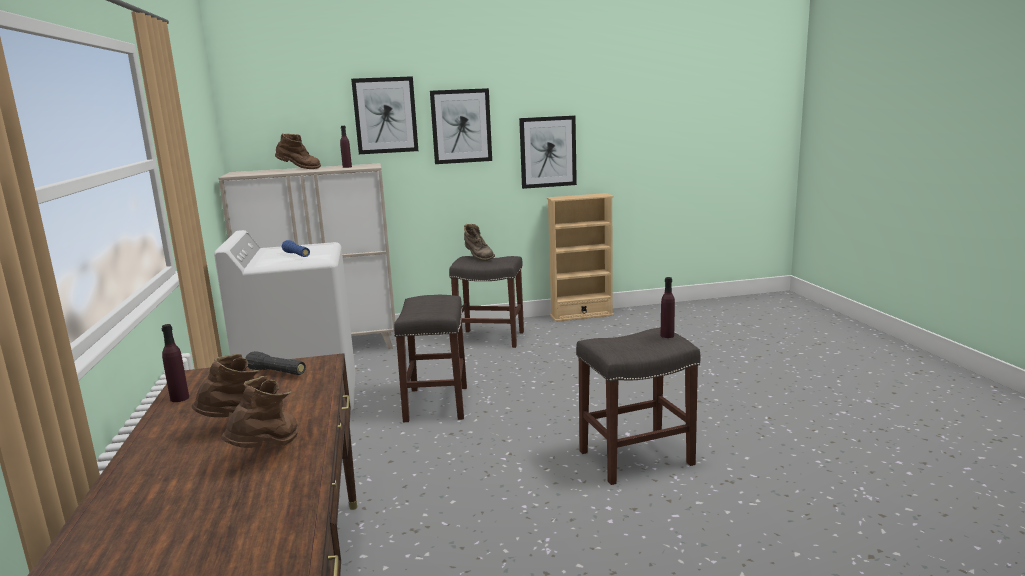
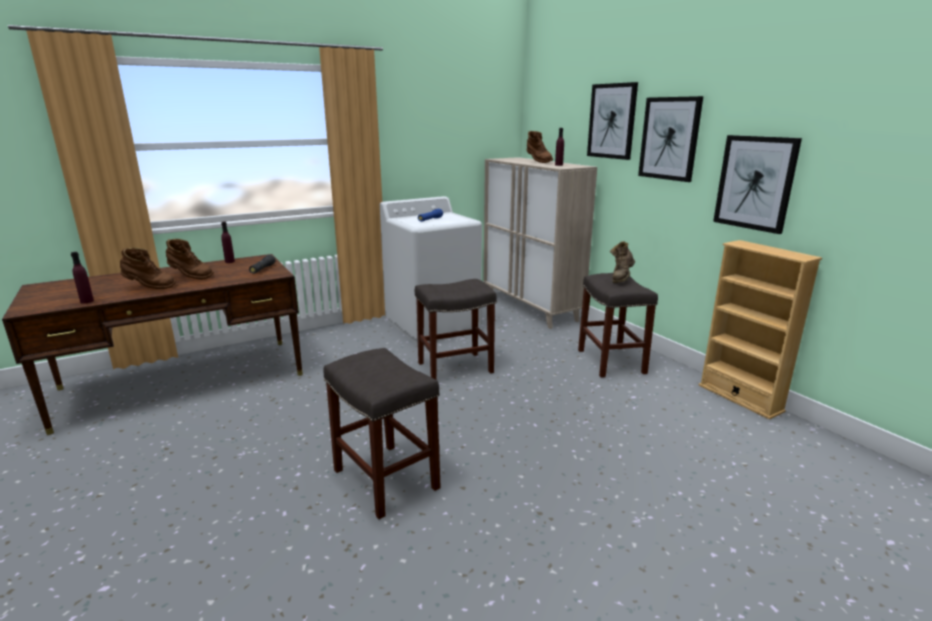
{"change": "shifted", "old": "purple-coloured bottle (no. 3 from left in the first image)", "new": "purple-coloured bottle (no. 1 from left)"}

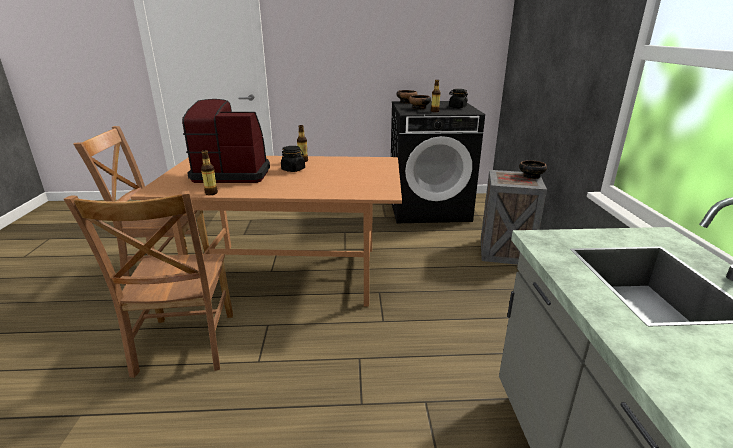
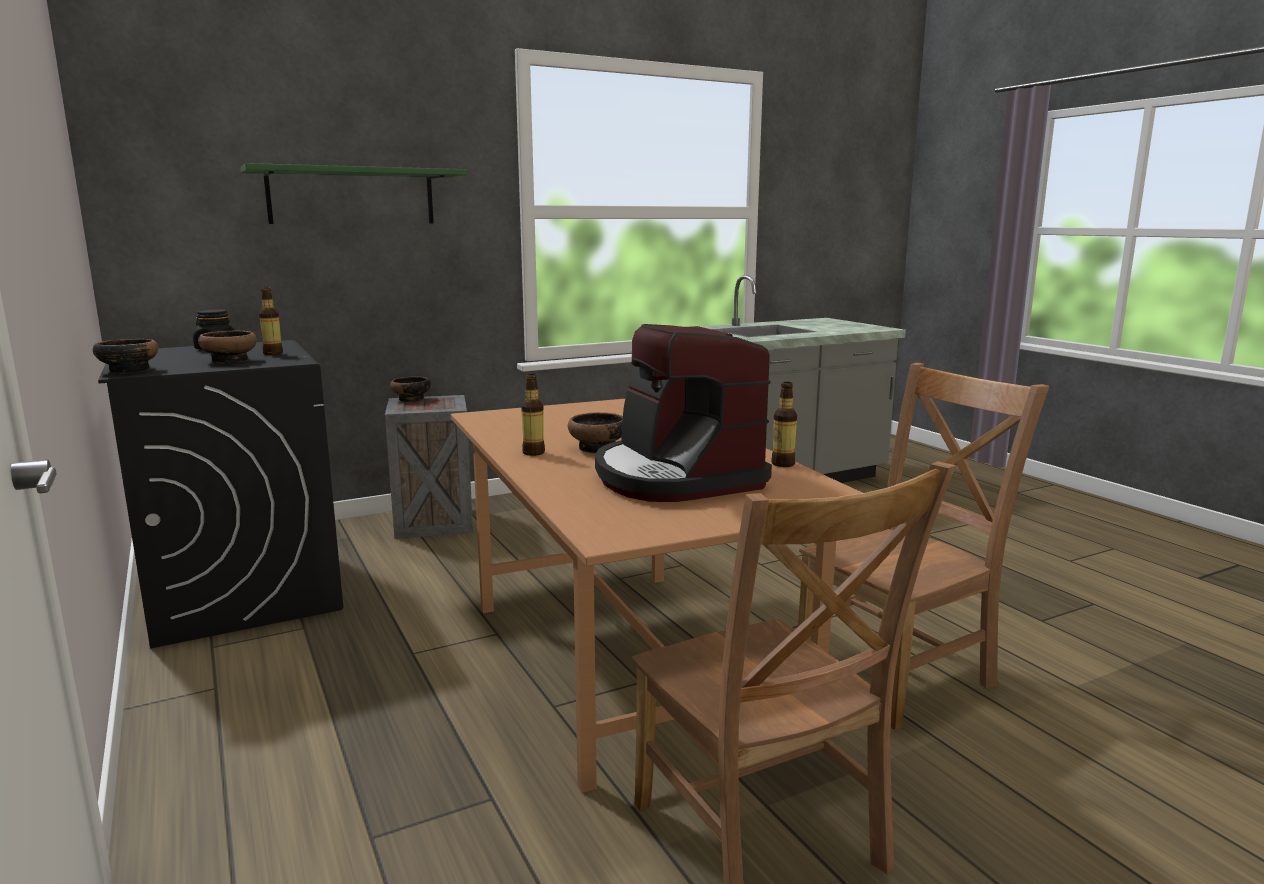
{"change": "swapped", "old": "black storage jar (no. 1 from left)", "new": "serving bowl (no. 4 from left)"}
{"change": "new", "new": "greenish shelf"}

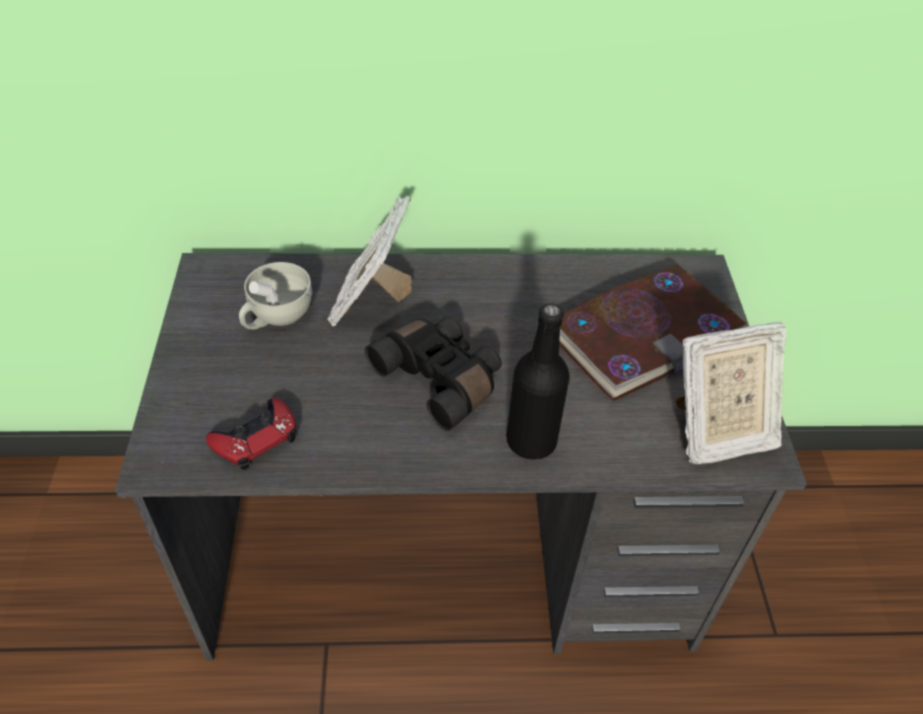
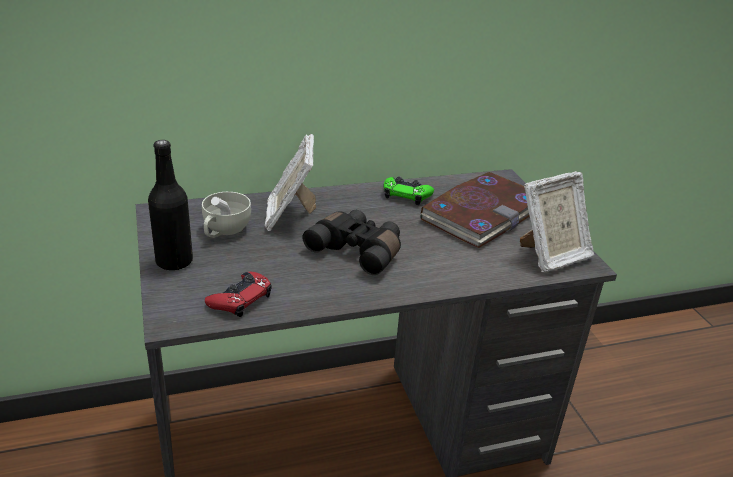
{"change": "shifted", "old": "black bottle"}
{"change": "new", "new": "greenish joypad"}

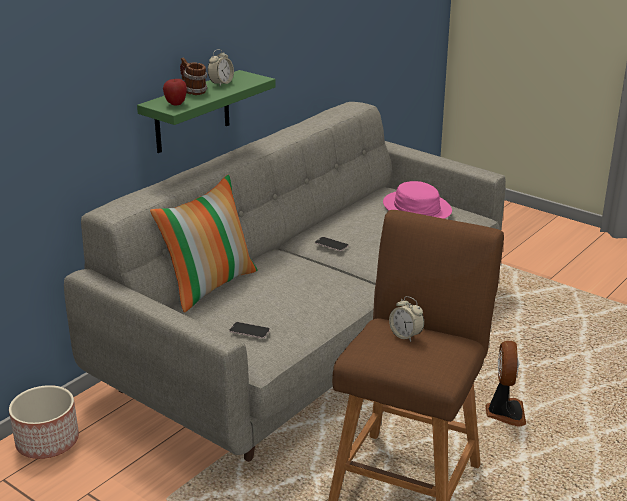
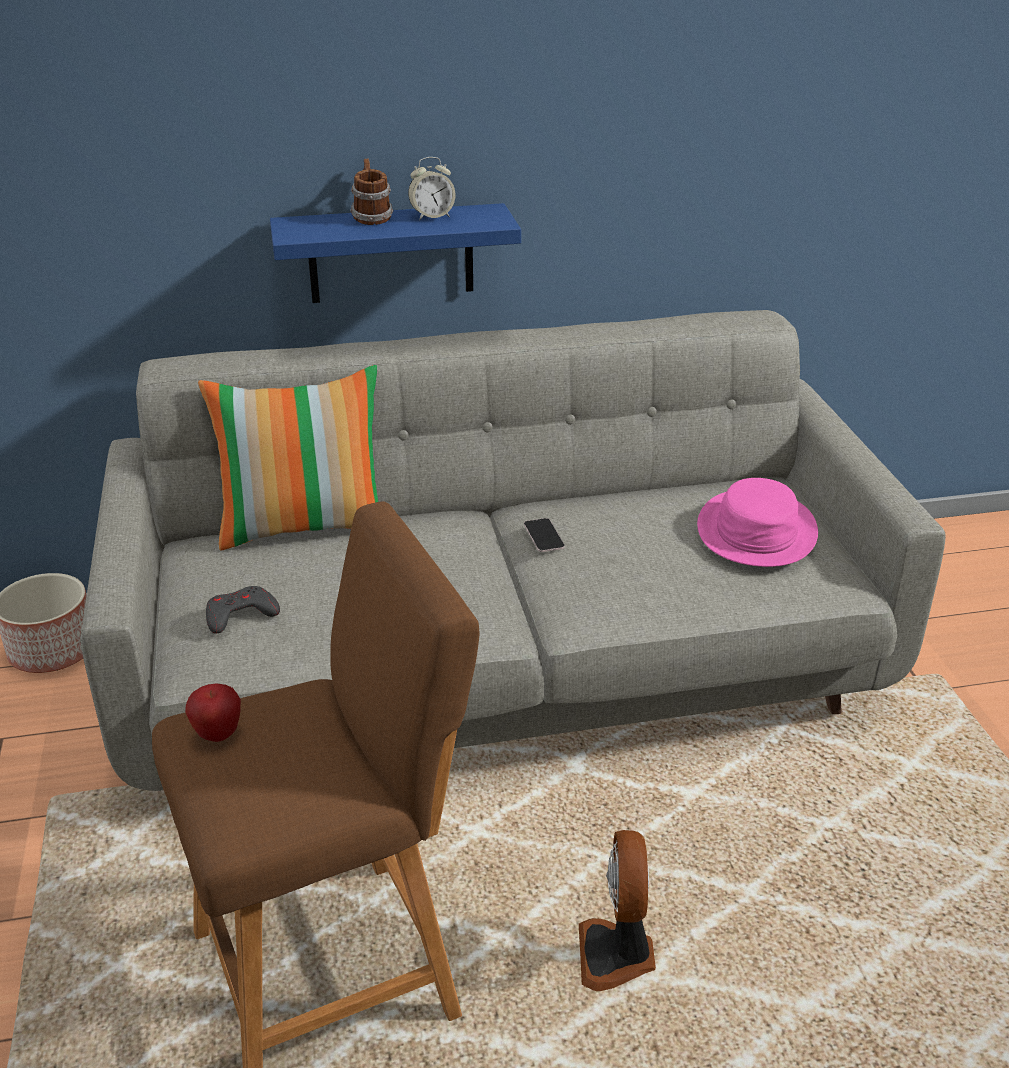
{"change": "repainted", "old": "greenish shelf", "new": "bluish shelf"}
{"change": "shifted", "old": "apple"}
{"change": "gone", "old": "alarm clock (no. 2 from left)"}
{"change": "swapped", "old": "handset (no. 1 from left)", "new": "greyish joypad"}
{"change": "rotated", "old": "fan", "degrees": 135}

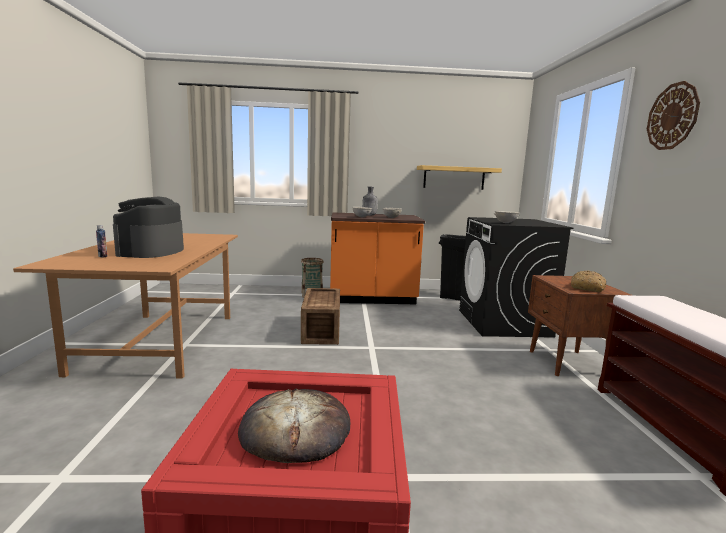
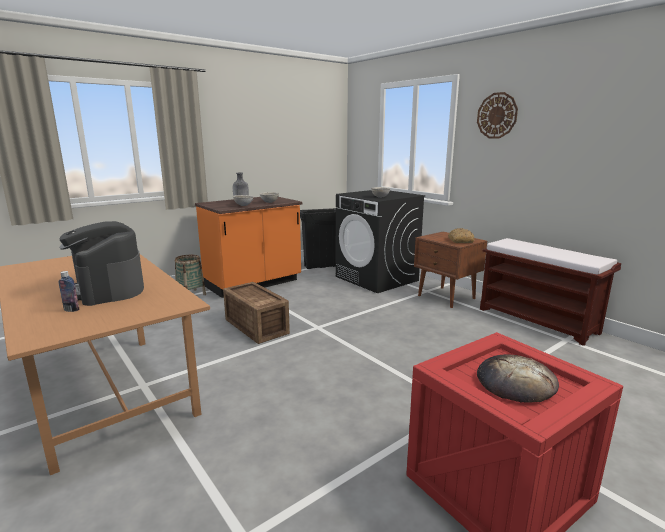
{"change": "gone", "old": "shelf"}

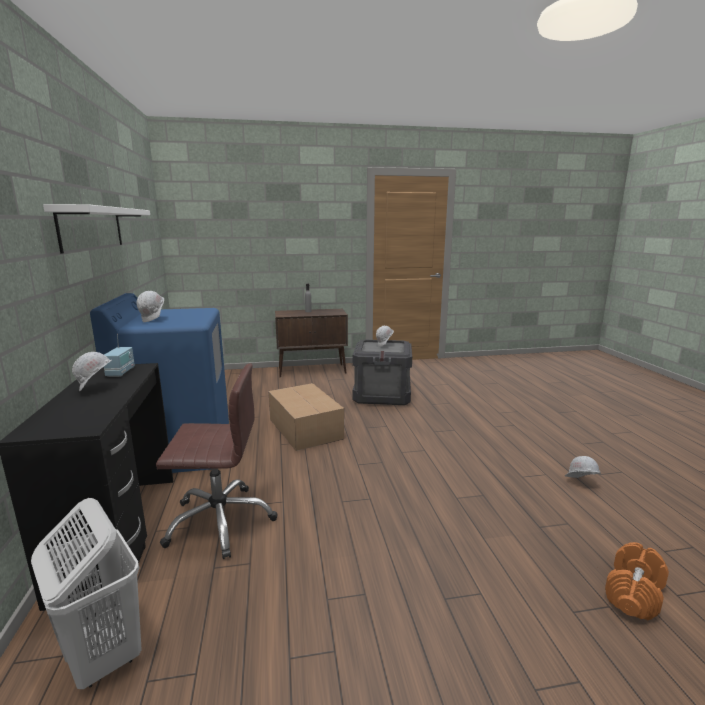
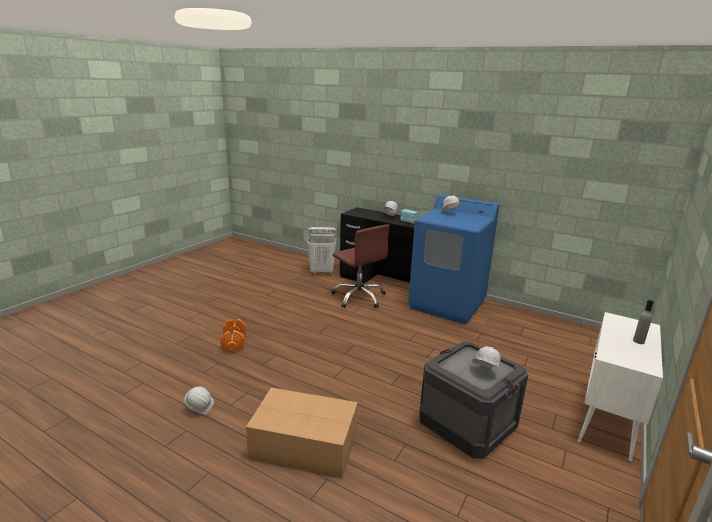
{"change": "gone", "old": "whitish shelf"}
{"change": "repainted", "old": "brown-coloured storage cabinet", "new": "whitish storage cabinet"}
{"change": "rotated", "old": "brown-coloured computer chair", "degrees": -75}
{"change": "shifted", "old": "packing box"}
{"change": "shifted", "old": "orange-coloured dumbbell"}

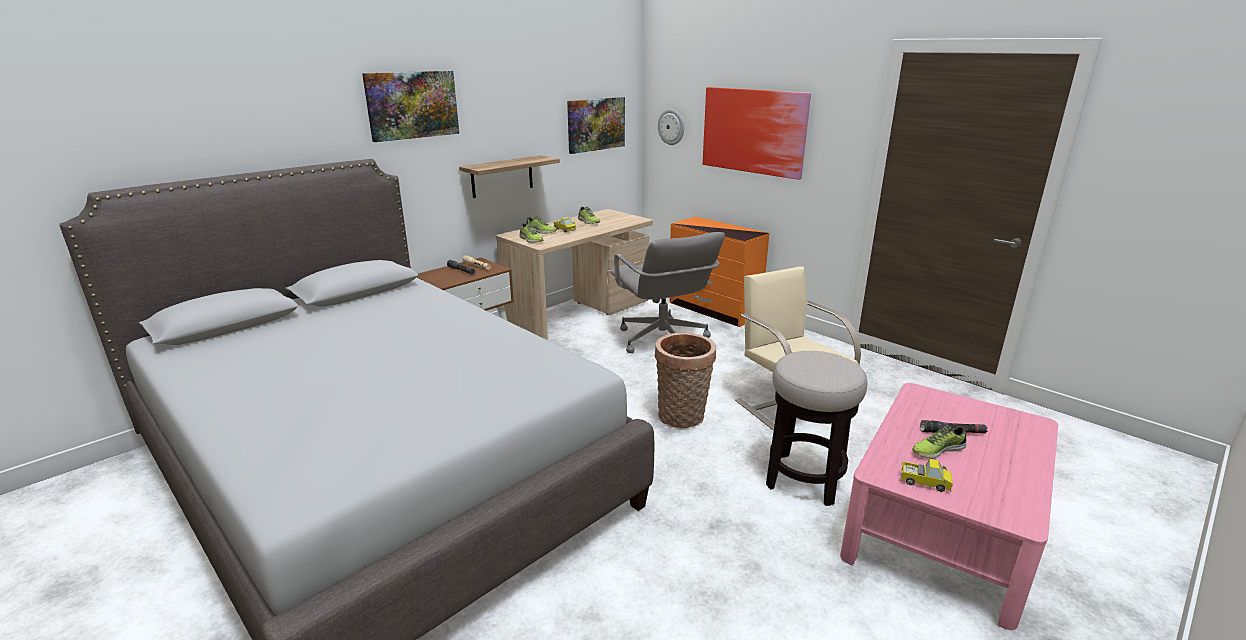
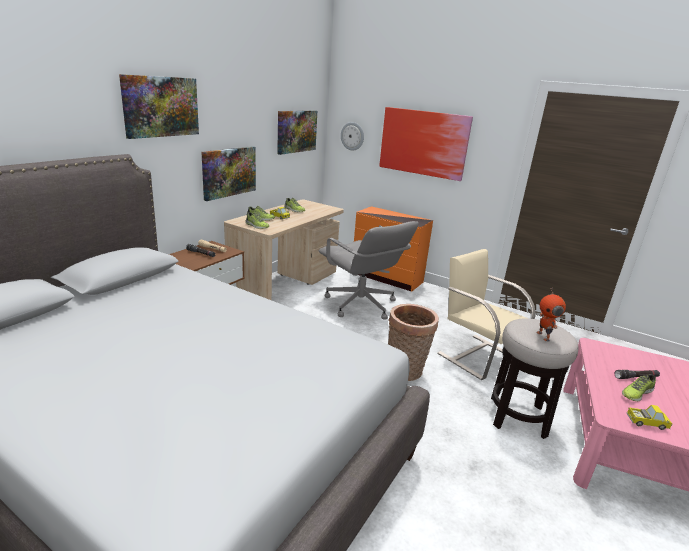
{"change": "swapped", "old": "shelf", "new": "picture (no. 2 from left)"}
{"change": "new", "new": "robot figure"}

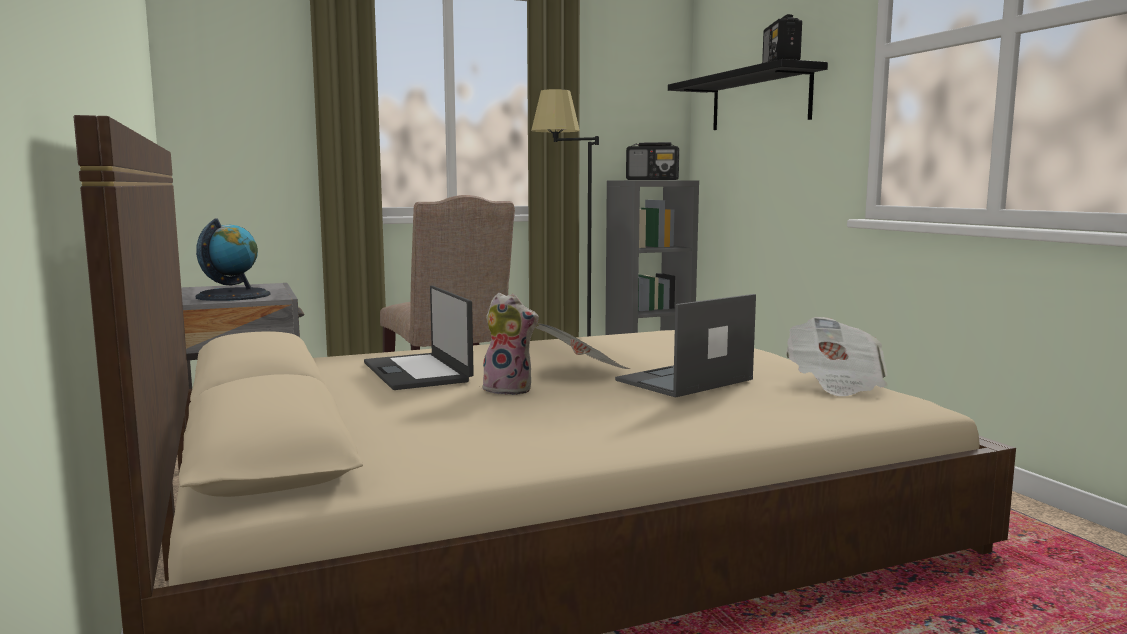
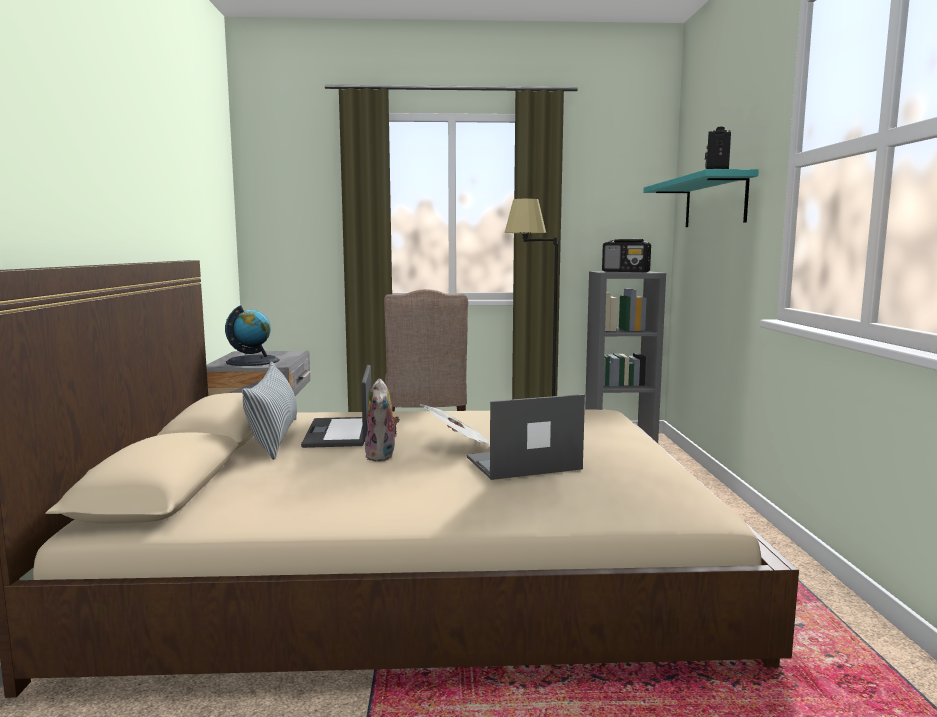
{"change": "repainted", "old": "black shelf", "new": "turquoise-coloured shelf"}
{"change": "rotated", "old": "plush toy", "degrees": 45}
{"change": "gone", "old": "printed paper (no. 2 from left)"}
{"change": "new", "new": "cushion"}

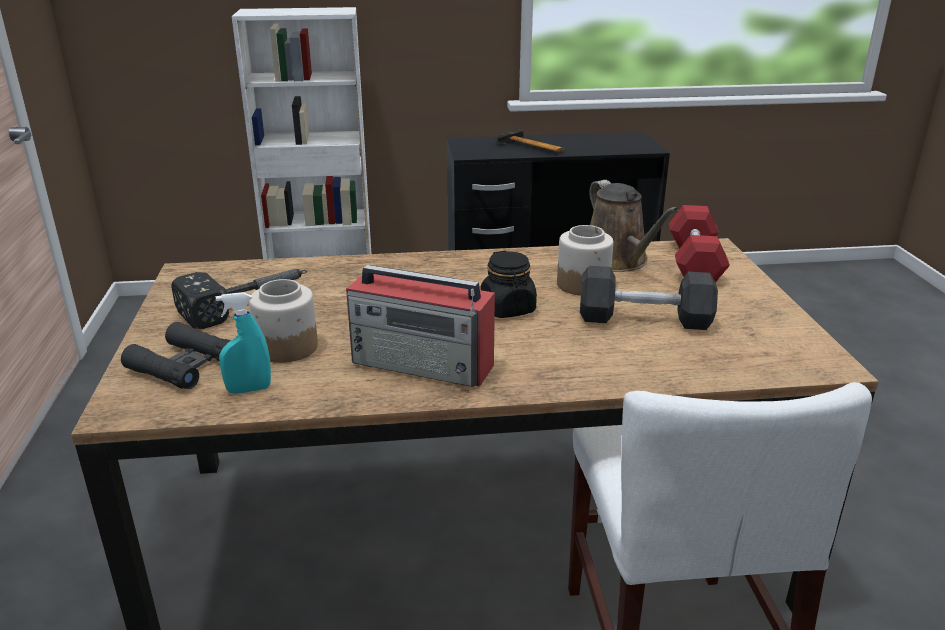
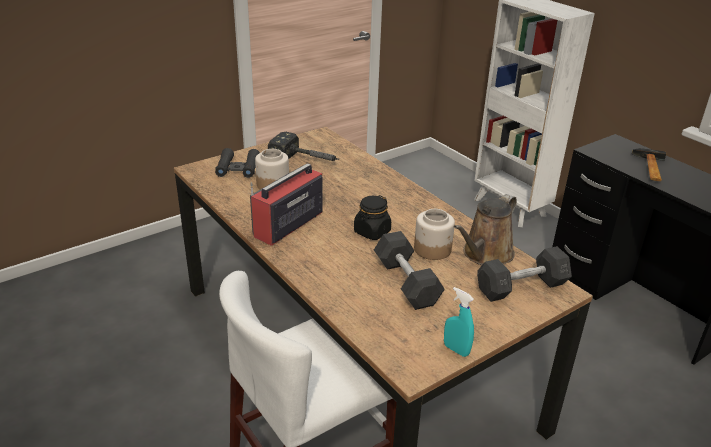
{"change": "repainted", "old": "red dumbbell", "new": "greyish dumbbell (no. 2 from left)"}
{"change": "rotated", "old": "radio set", "degrees": 45}
{"change": "shifted", "old": "turquoise-coloured hand sprayer"}

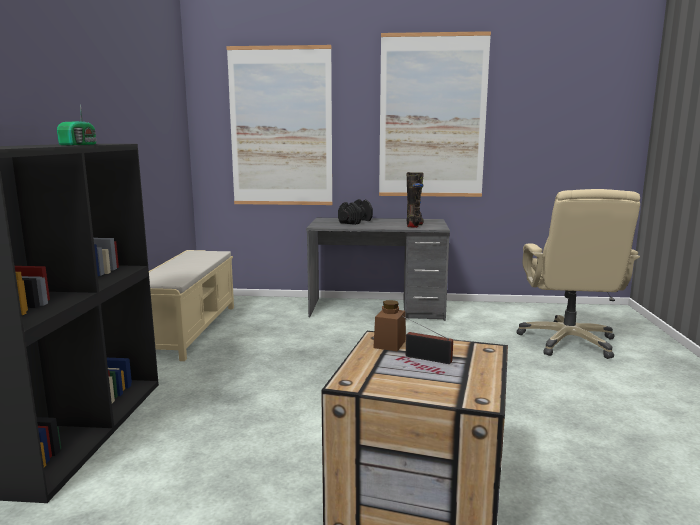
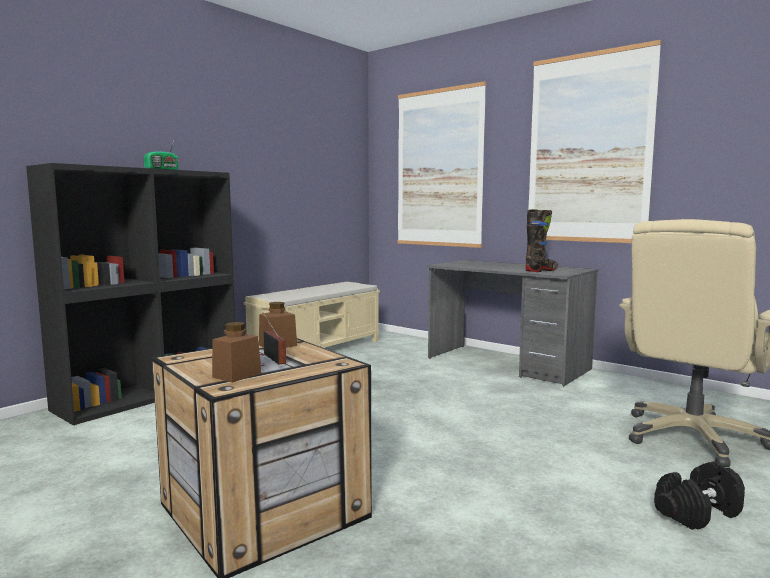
{"change": "shifted", "old": "black dumbbell"}
{"change": "new", "new": "brown-coloured storage jar (no. 1 from left)"}

